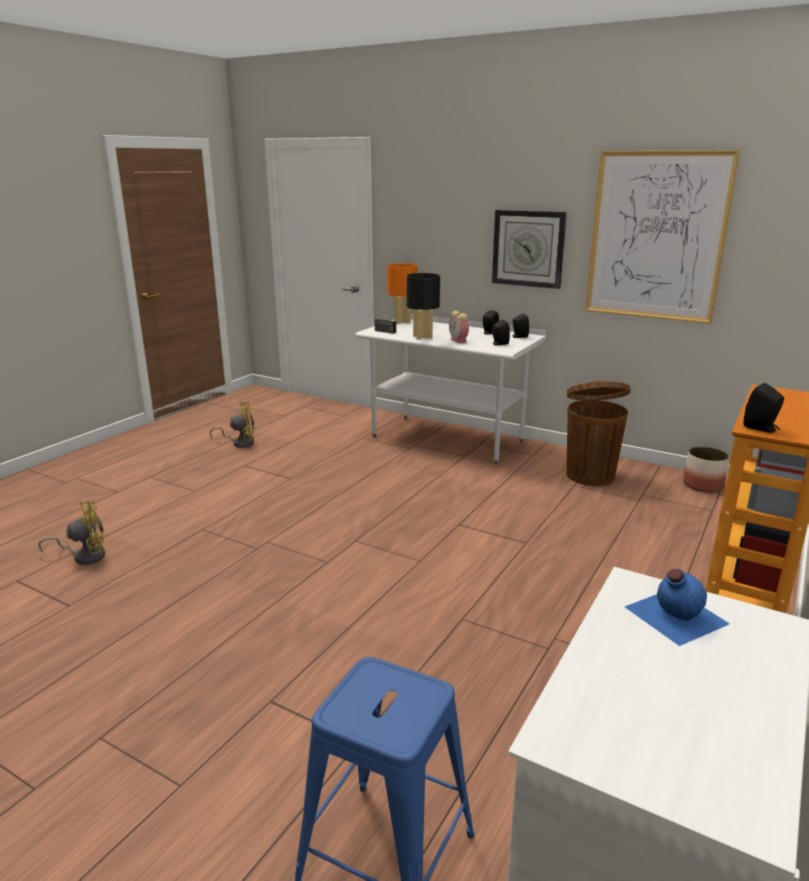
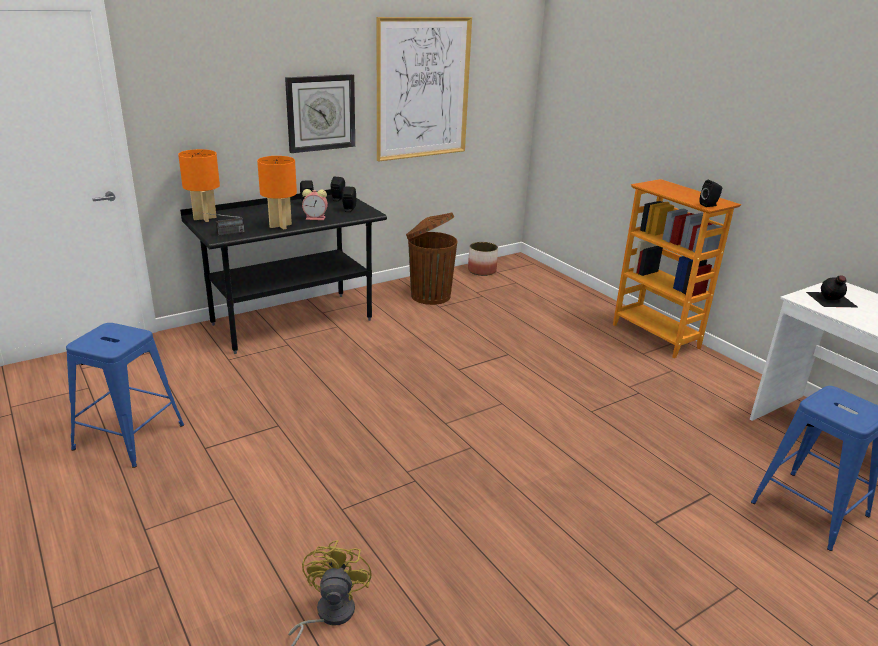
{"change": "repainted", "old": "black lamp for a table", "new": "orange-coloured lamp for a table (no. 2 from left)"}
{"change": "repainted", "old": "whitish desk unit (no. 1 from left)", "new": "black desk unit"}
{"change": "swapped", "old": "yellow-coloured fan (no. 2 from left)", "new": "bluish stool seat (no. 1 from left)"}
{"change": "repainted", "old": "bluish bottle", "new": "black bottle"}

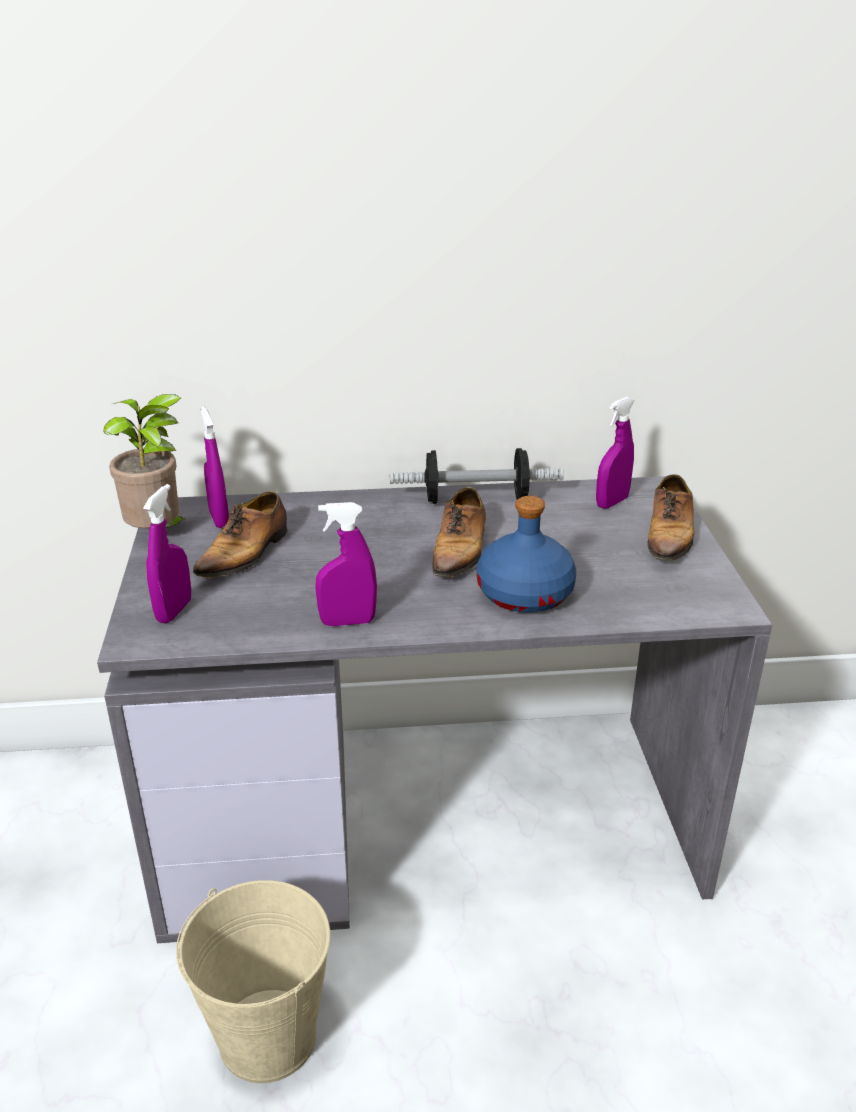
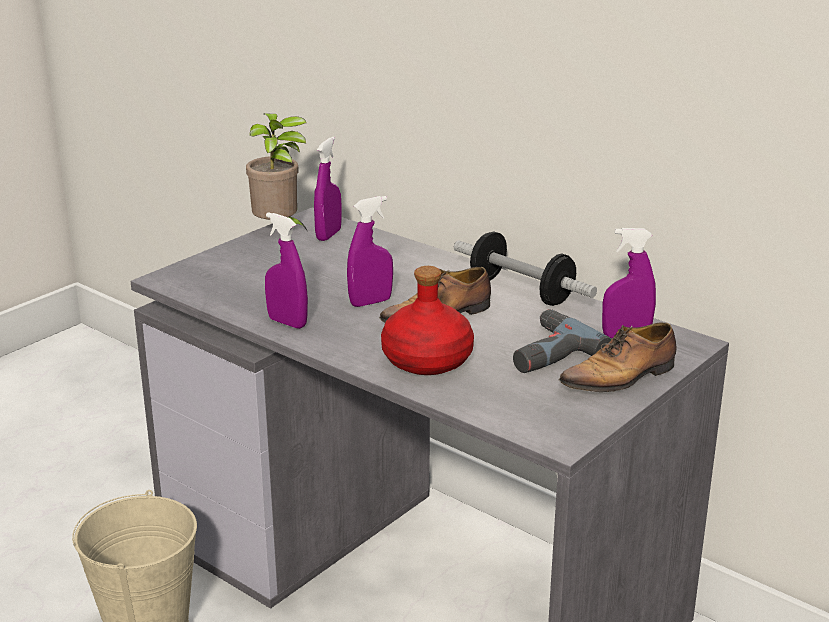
{"change": "shifted", "old": "purple-coloured hand sprayer (no. 1 from left in the first image)", "new": "purple-coloured hand sprayer (no. 3 from left)"}
{"change": "gone", "old": "item of footwear (no. 1 from left)"}
{"change": "repainted", "old": "bluish bottle", "new": "red bottle"}
{"change": "new", "new": "power drill"}

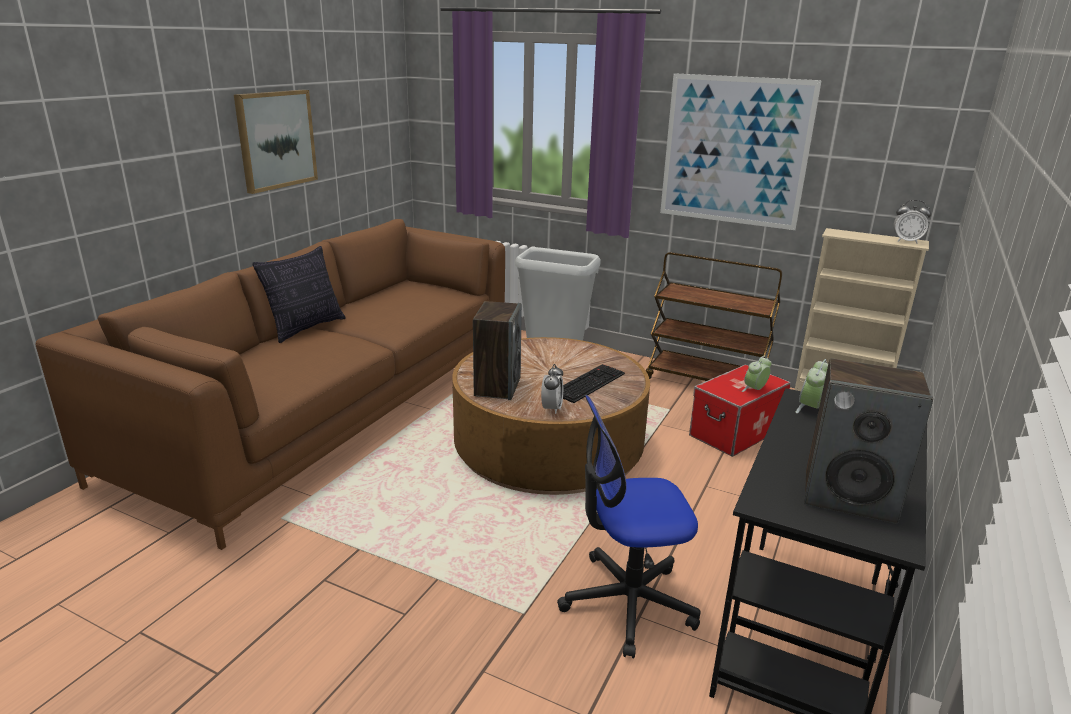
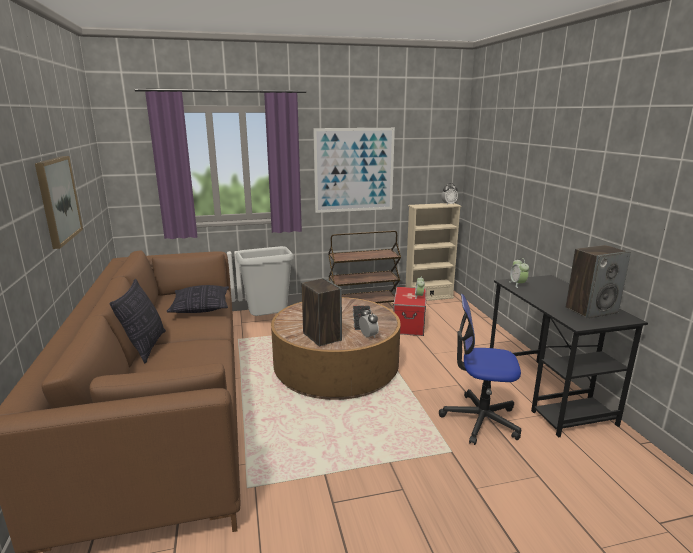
{"change": "rotated", "old": "computer chair", "degrees": 60}
{"change": "new", "new": "cushion (no. 2 from left)"}

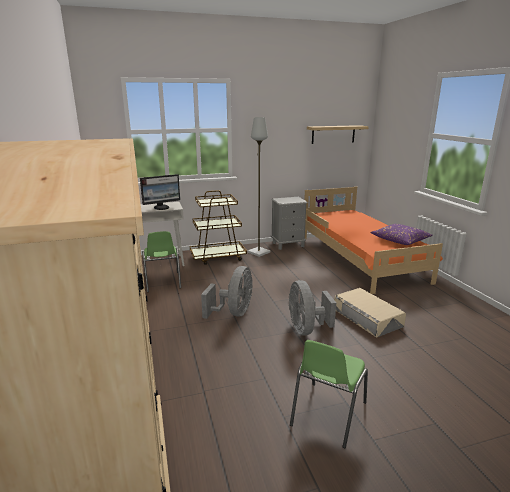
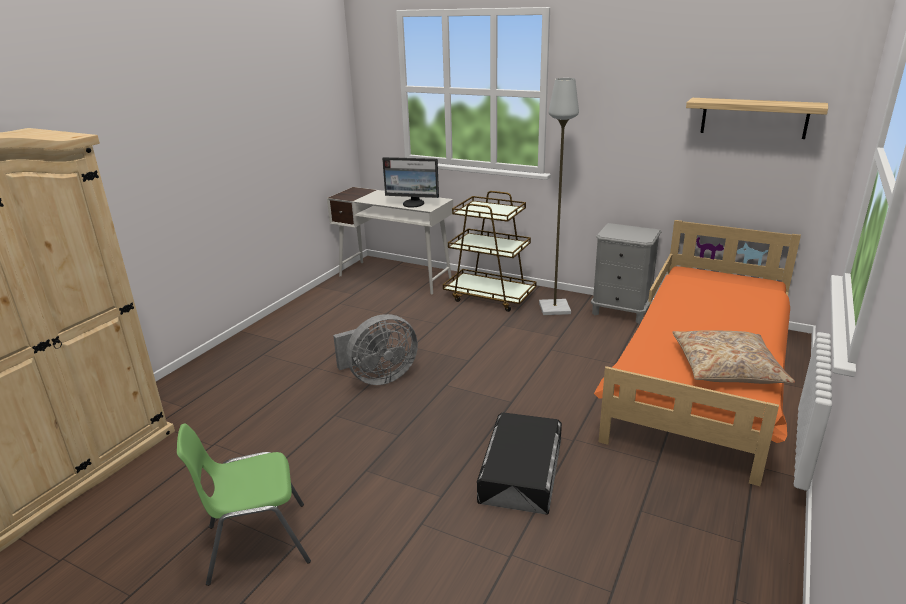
{"change": "repainted", "old": "purple-coloured cushion", "new": "beige cushion"}
{"change": "gone", "old": "greenish plain chair (no. 1 from left)"}
{"change": "gone", "old": "greyish fan (no. 2 from left)"}
{"change": "repainted", "old": "beige storage container", "new": "black storage container"}

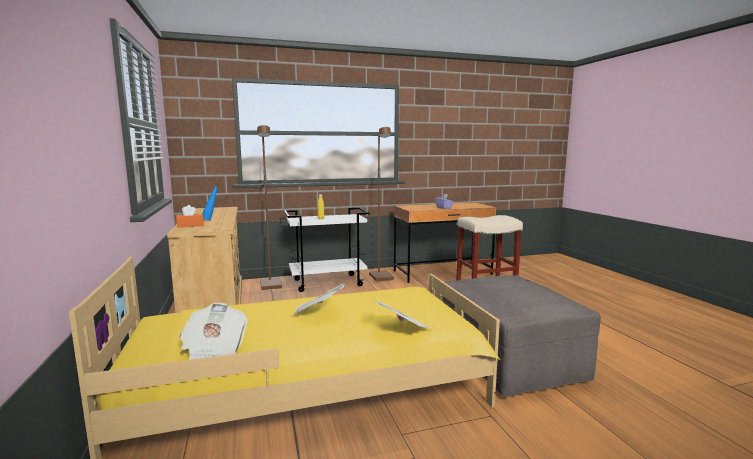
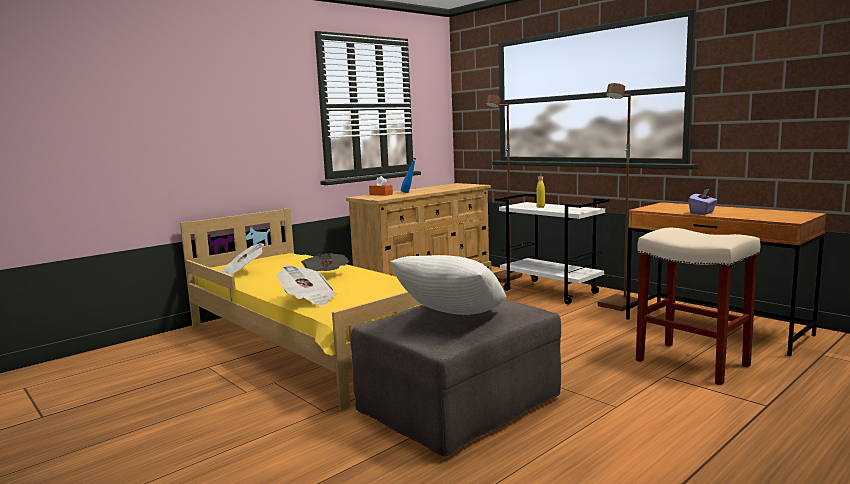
{"change": "new", "new": "whitish cushion"}

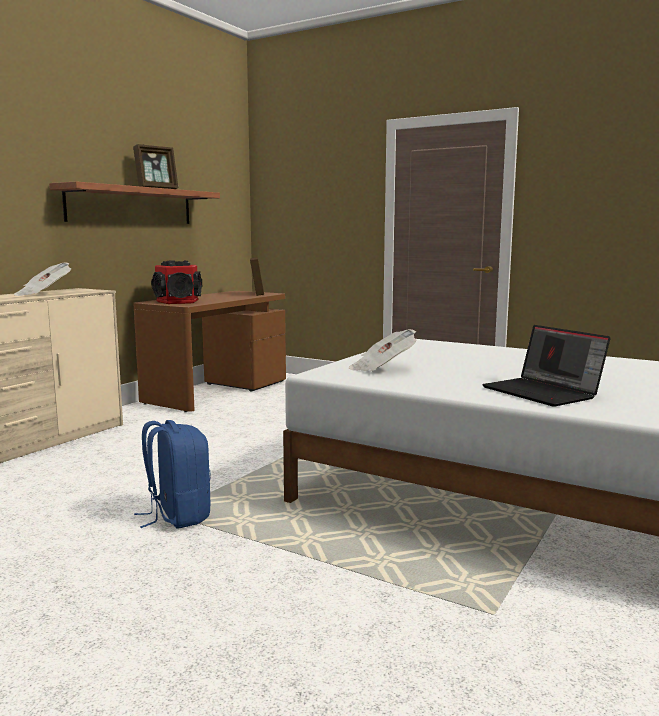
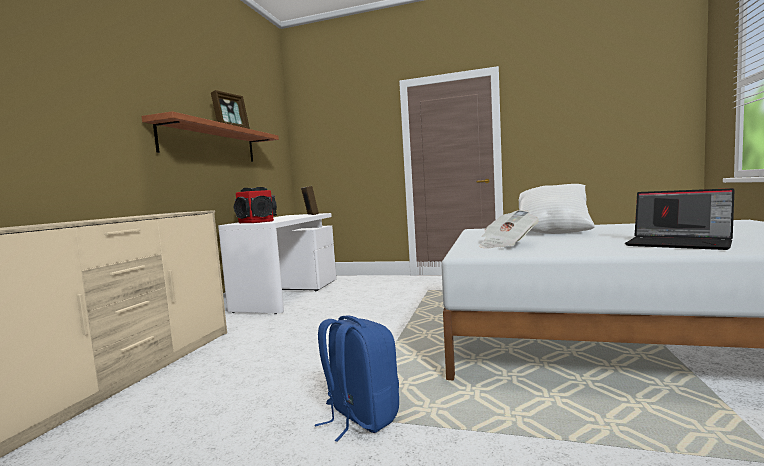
{"change": "gone", "old": "printed paper (no. 1 from left)"}
{"change": "repainted", "old": "brown-coloured desk unit", "new": "whitish desk unit"}
{"change": "new", "new": "whitish cushion"}

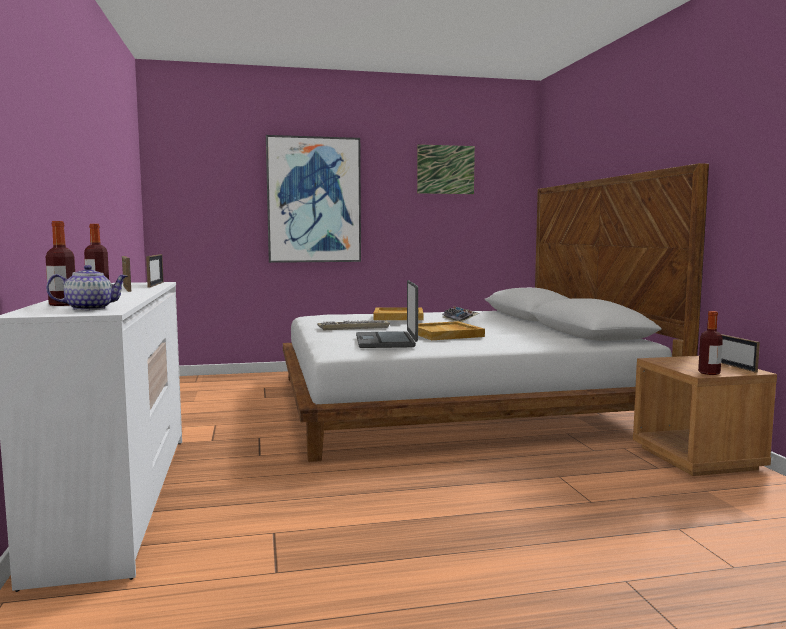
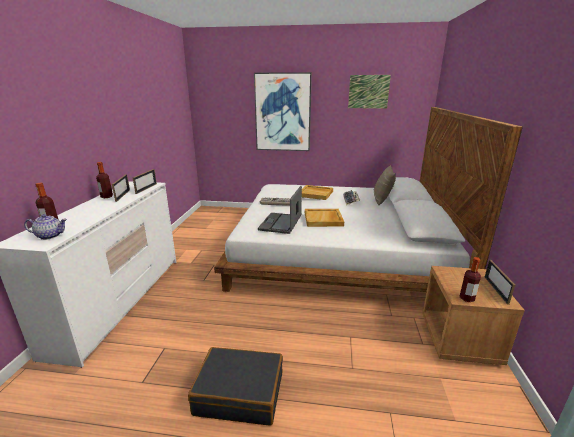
{"change": "new", "new": "beige cushion"}
{"change": "new", "new": "black suitcase"}

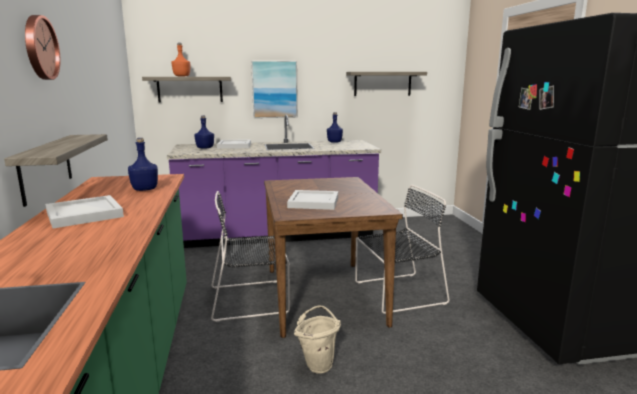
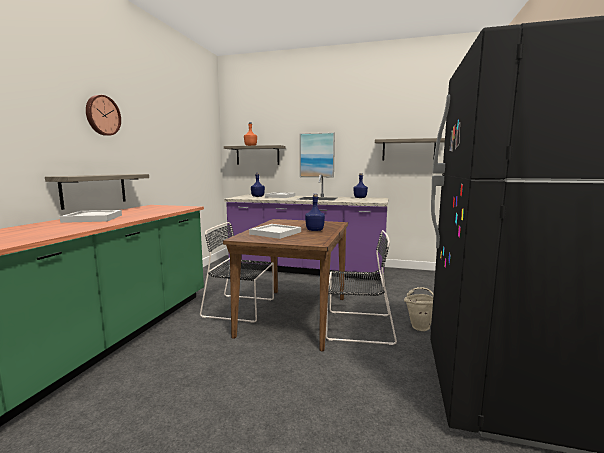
{"change": "shifted", "old": "bluish bottle (no. 1 from left in the first image)", "new": "bluish bottle (no. 2 from left)"}
{"change": "shifted", "old": "beige pail"}

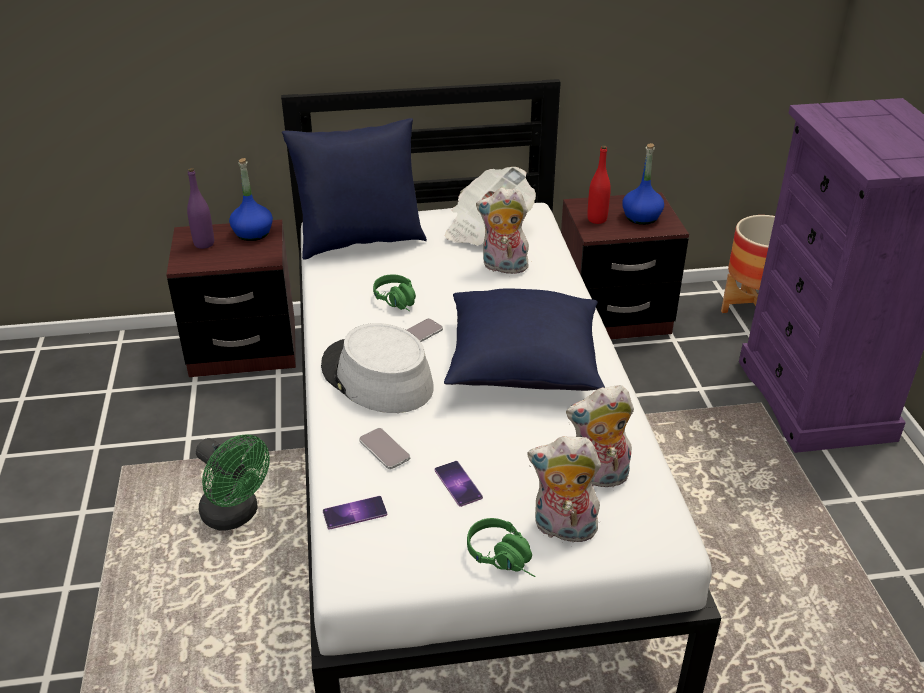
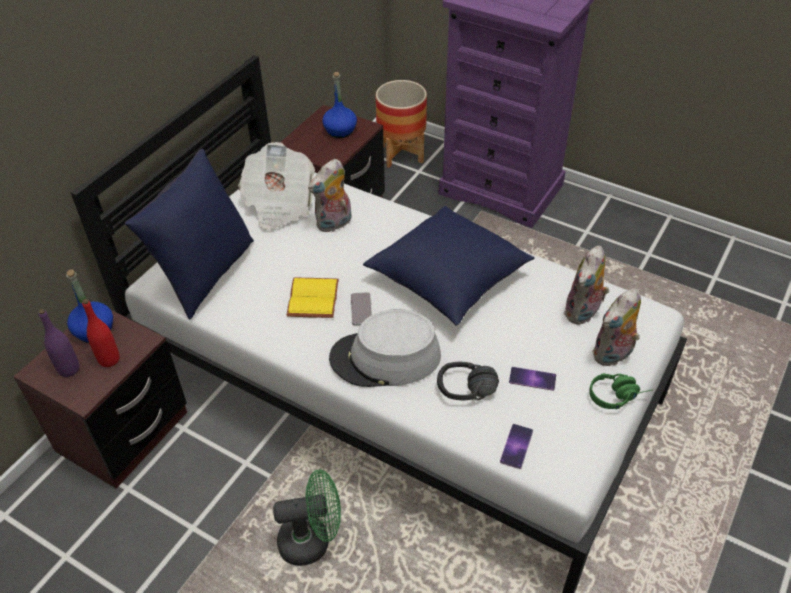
{"change": "shifted", "old": "red bottle"}
{"change": "swapped", "old": "greenish pair of headphones (no. 1 from left)", "new": "yellow-coloured book"}
{"change": "swapped", "old": "handset (no. 2 from left)", "new": "black pair of headphones"}

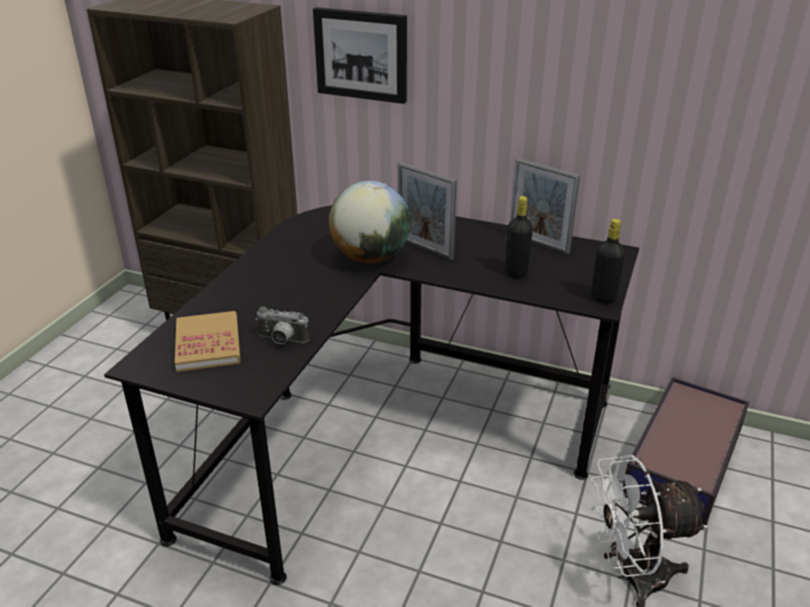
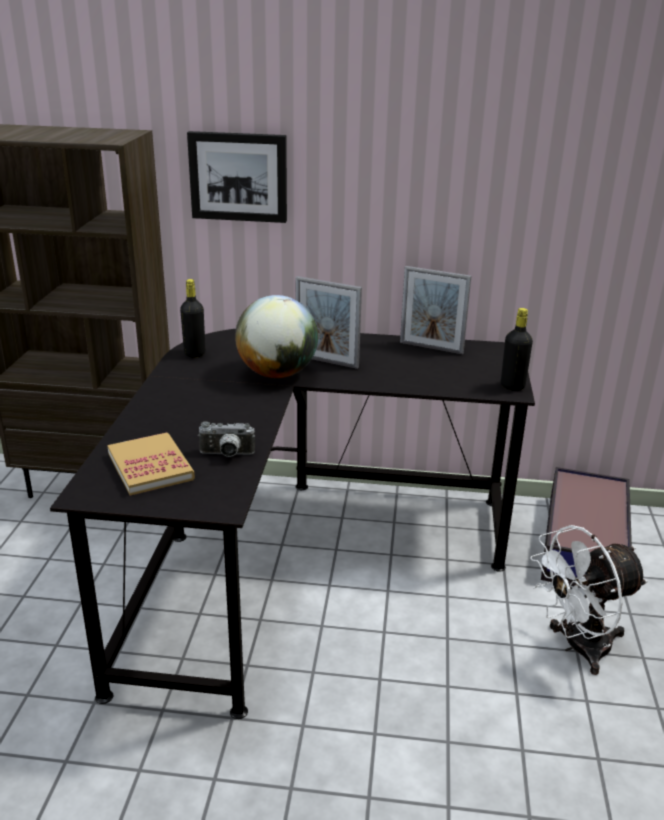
{"change": "shifted", "old": "black bottle (no. 1 from left)"}

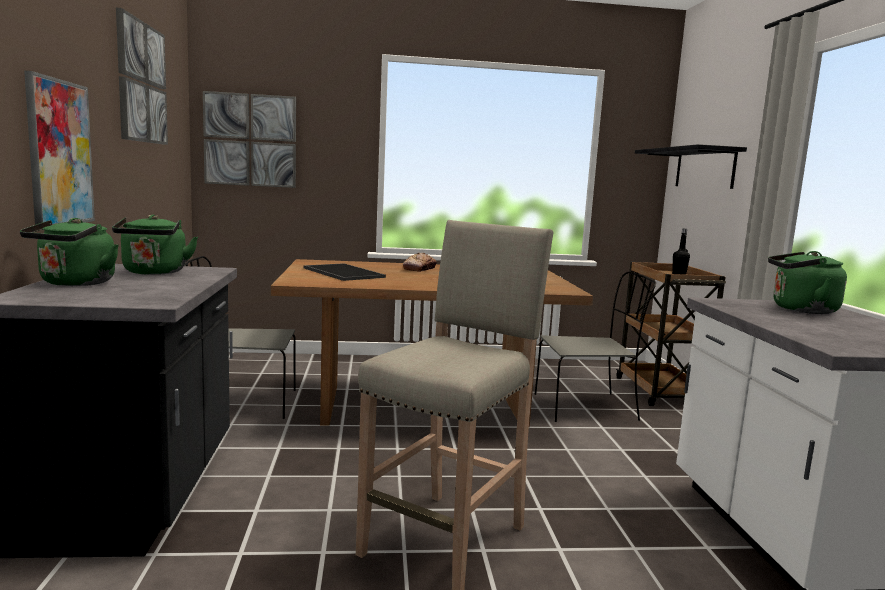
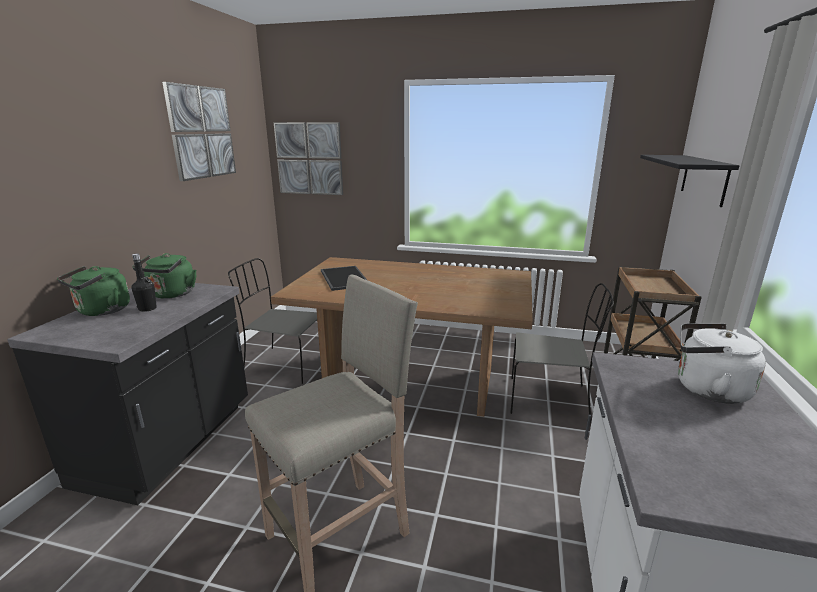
{"change": "gone", "old": "picture (no. 1 from left)"}
{"change": "shifted", "old": "black bottle"}
{"change": "repainted", "old": "greenish tea kettle (no. 3 from left)", "new": "whitish tea kettle"}
{"change": "gone", "old": "bread"}

